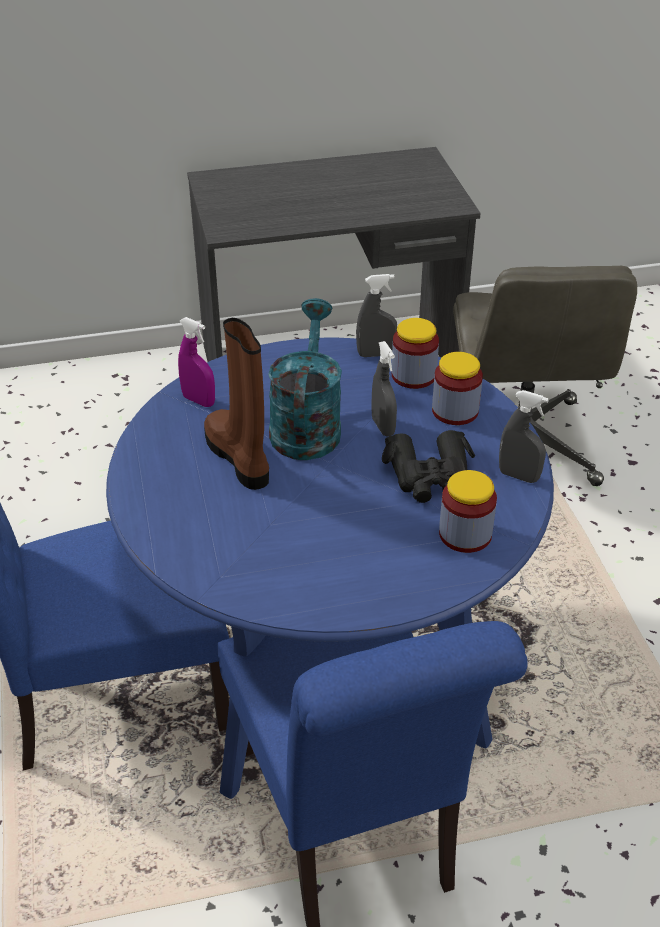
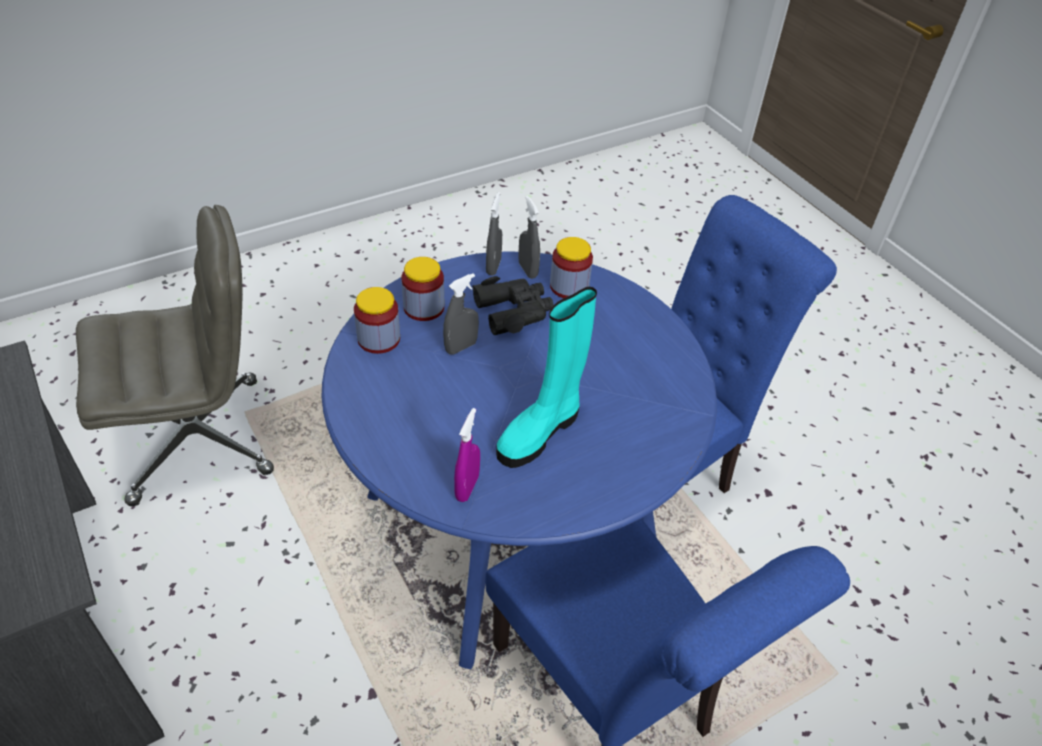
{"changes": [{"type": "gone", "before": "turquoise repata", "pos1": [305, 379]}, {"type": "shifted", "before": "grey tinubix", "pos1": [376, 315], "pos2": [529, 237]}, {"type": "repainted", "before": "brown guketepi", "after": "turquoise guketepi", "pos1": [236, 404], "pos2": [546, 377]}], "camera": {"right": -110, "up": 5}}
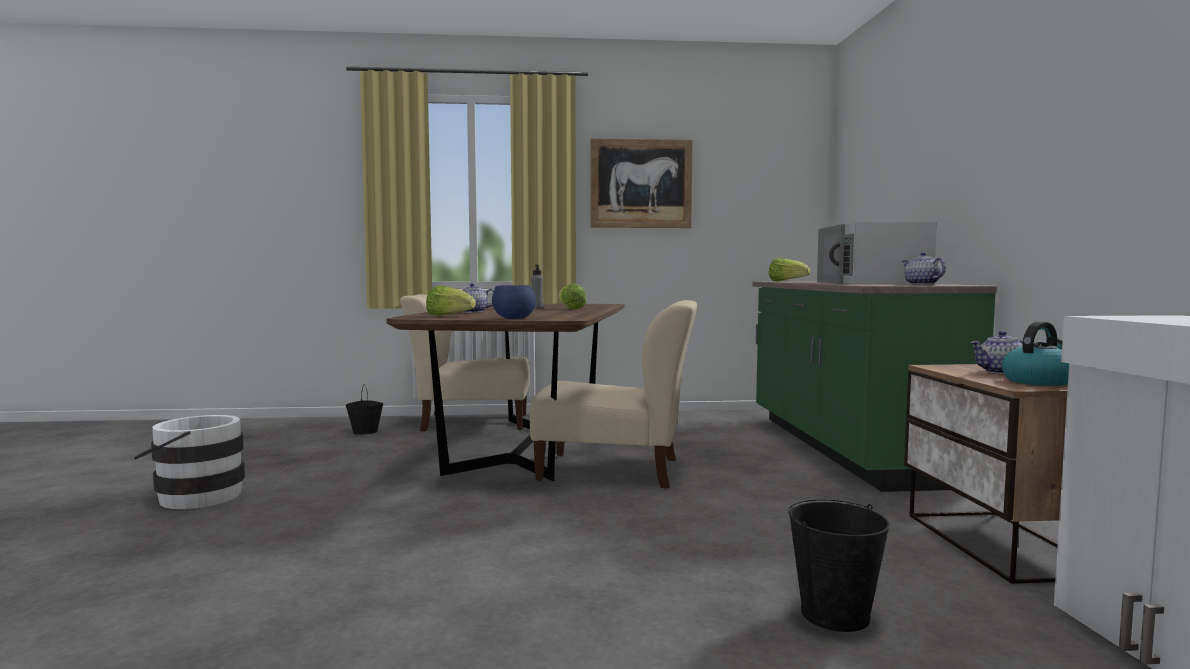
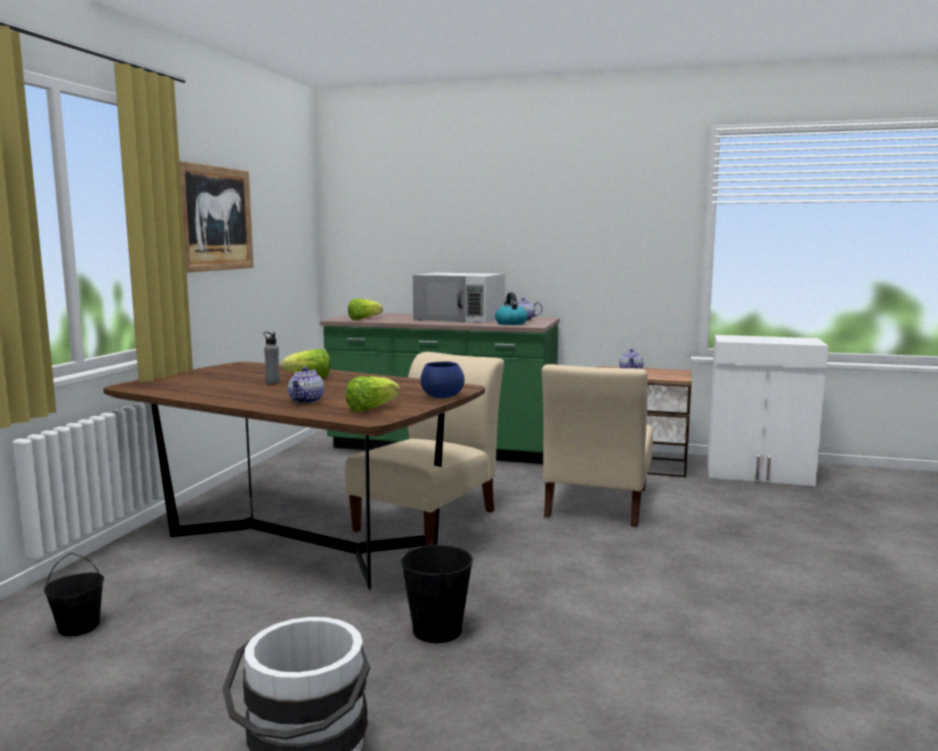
{"changes": [{"type": "shifted", "before": "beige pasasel", "pos1": [465, 362], "pos2": [597, 445]}, {"type": "shifted", "before": "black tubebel", "pos1": [839, 566], "pos2": [436, 592]}, {"type": "shifted", "before": "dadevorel", "pos1": [1035, 353], "pos2": [511, 309]}], "camera": {"right": -70, "up": 5}}
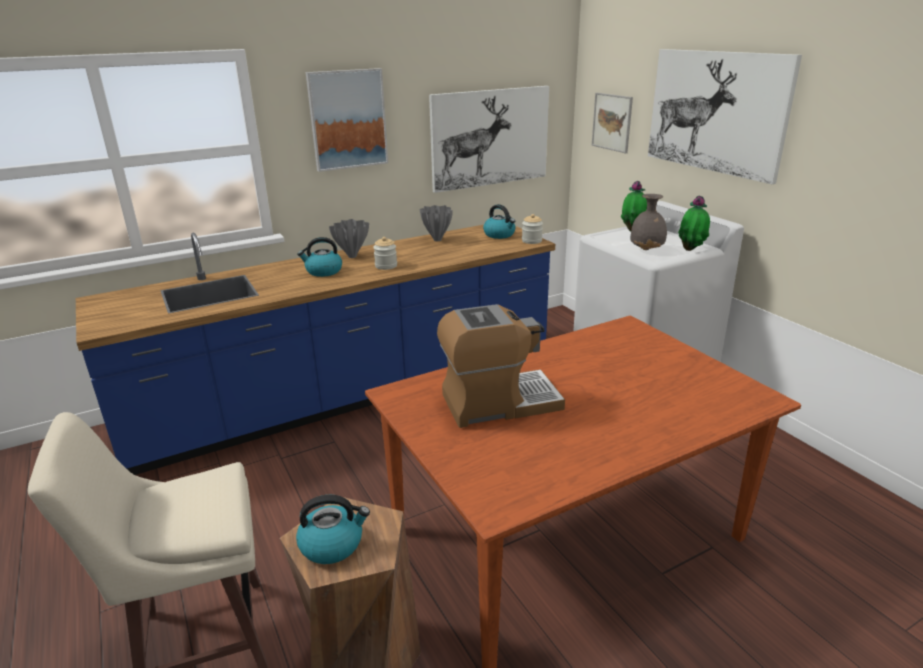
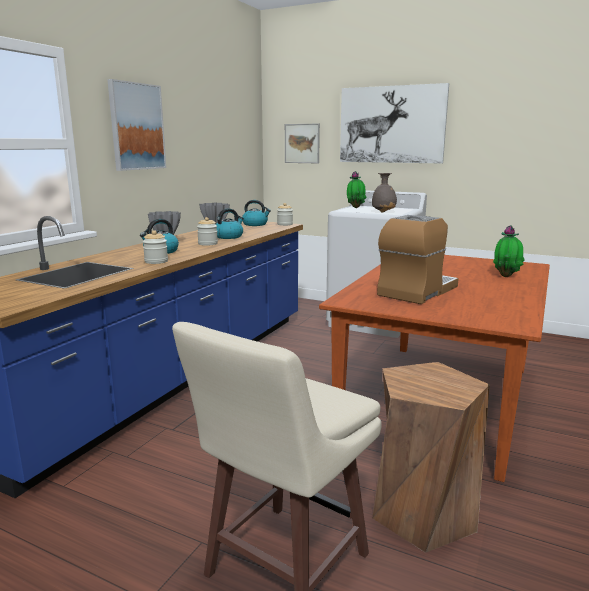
{"changes": [{"type": "gone", "before": "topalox", "pos1": [489, 139]}, {"type": "new", "after": "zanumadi", "pos2": [155, 247]}, {"type": "shifted", "before": "dadevorel", "pos1": [333, 529], "pos2": [230, 223]}, {"type": "shifted", "before": "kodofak", "pos1": [694, 223], "pos2": [509, 251]}], "camera": {"right": -35, "up": -10}}
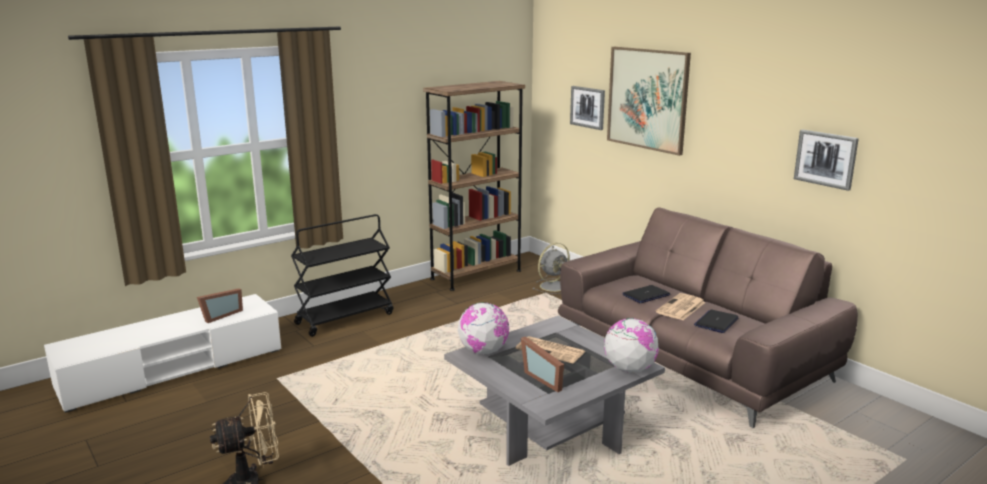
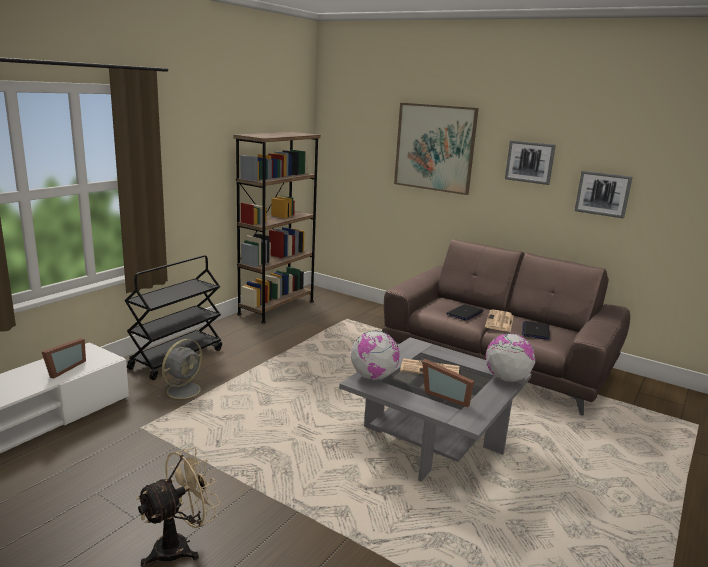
{"changes": [{"type": "shifted", "before": "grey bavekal", "pos1": [551, 268], "pos2": [183, 371]}, {"type": "shifted", "before": "topalox", "pos1": [587, 108], "pos2": [530, 162]}], "camera": {"right": -20, "up": 0}}
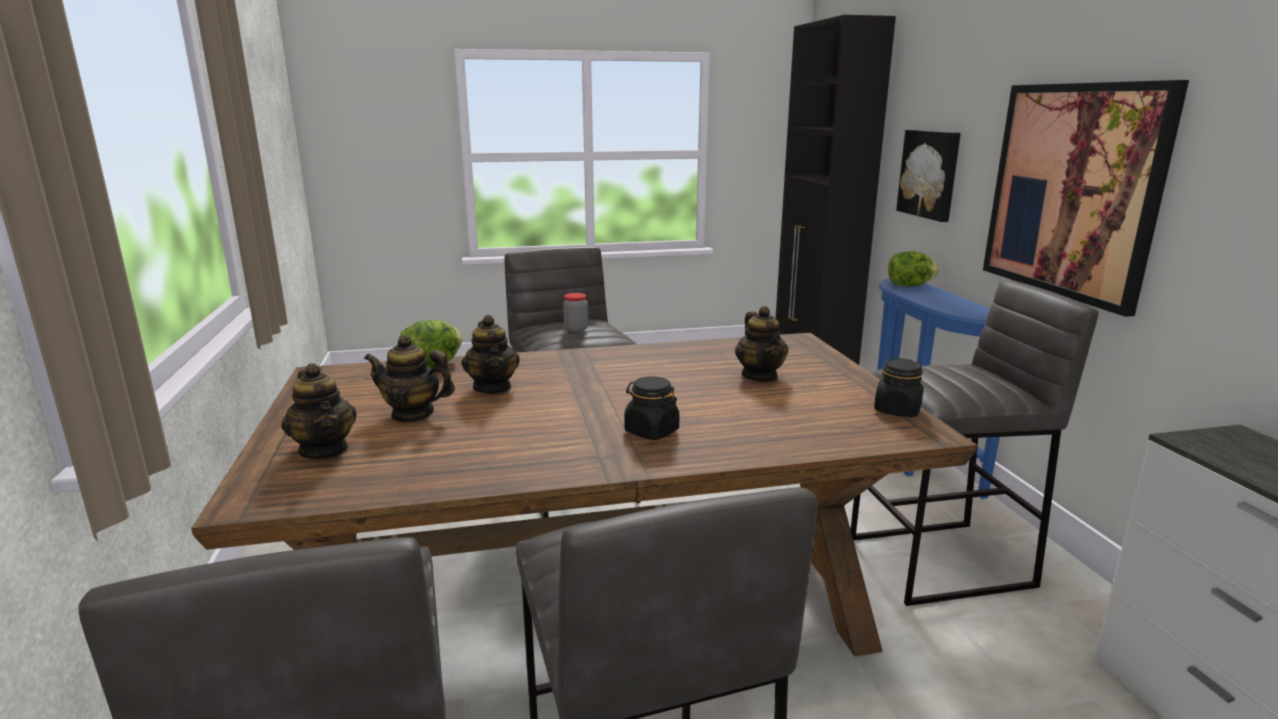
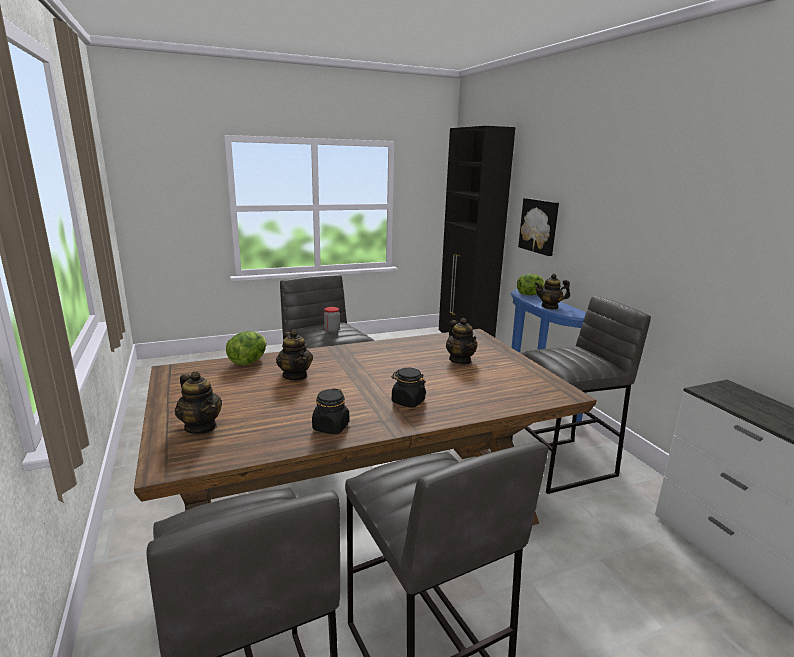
{"changes": [{"type": "gone", "before": "topalox", "pos1": [1086, 198]}, {"type": "shifted", "before": "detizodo", "pos1": [409, 379], "pos2": [552, 291]}, {"type": "shifted", "before": "black zanumadi", "pos1": [899, 387], "pos2": [330, 411]}], "camera": {"right": -10, "up": 0}}
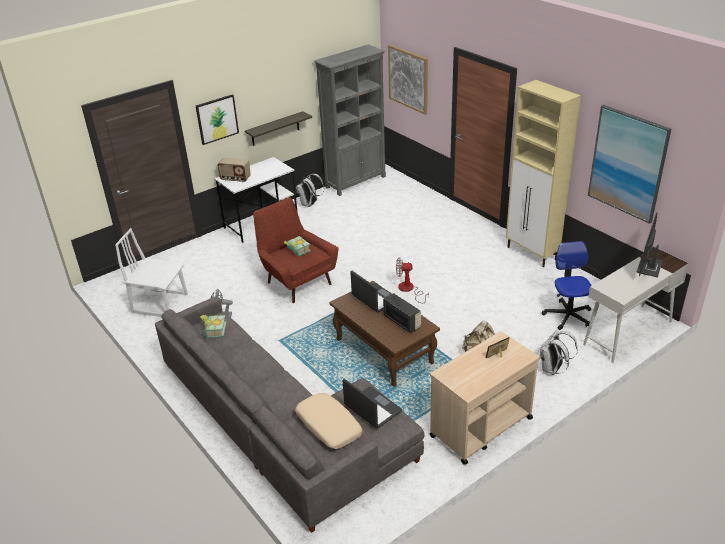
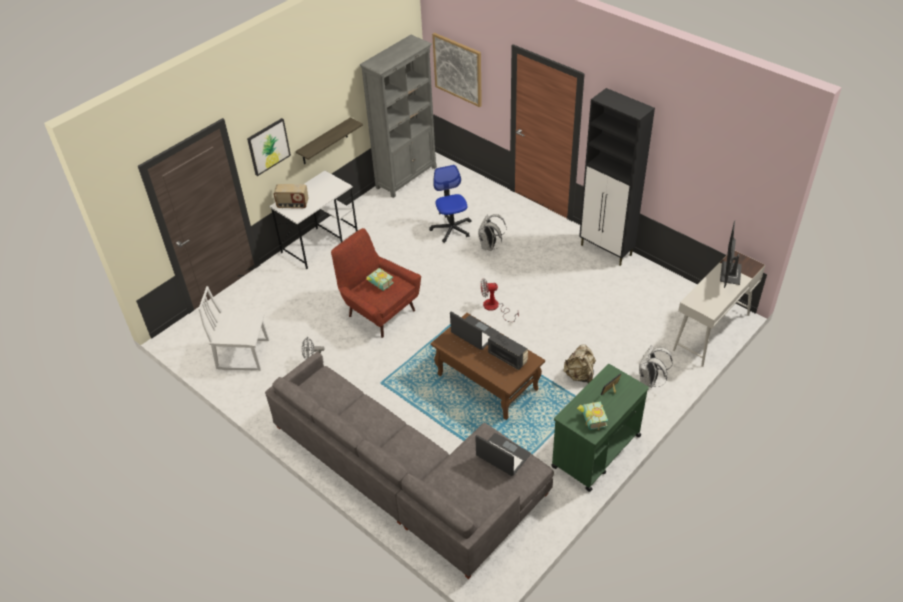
{"changes": [{"type": "gone", "before": "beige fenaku", "pos1": [328, 421]}, {"type": "gone", "before": "topalox", "pos1": [629, 164]}, {"type": "shifted", "before": "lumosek", "pos1": [213, 327], "pos2": [592, 415]}, {"type": "shifted", "before": "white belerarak", "pos1": [310, 190], "pos2": [492, 232]}, {"type": "shifted", "before": "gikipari", "pos1": [567, 285], "pos2": [450, 204]}, {"type": "repainted", "before": "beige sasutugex", "after": "green sasutugex", "pos1": [485, 398], "pos2": [600, 428]}, {"type": "repainted", "before": "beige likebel", "after": "black likebel", "pos1": [543, 173], "pos2": [617, 177]}], "camera": {"right": -10, "up": 10}}
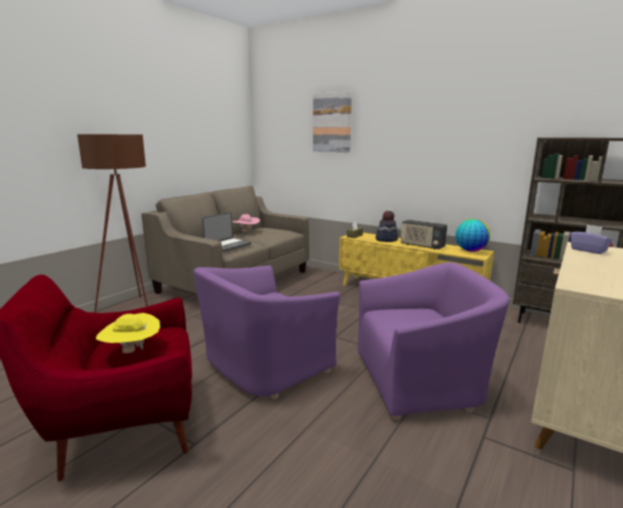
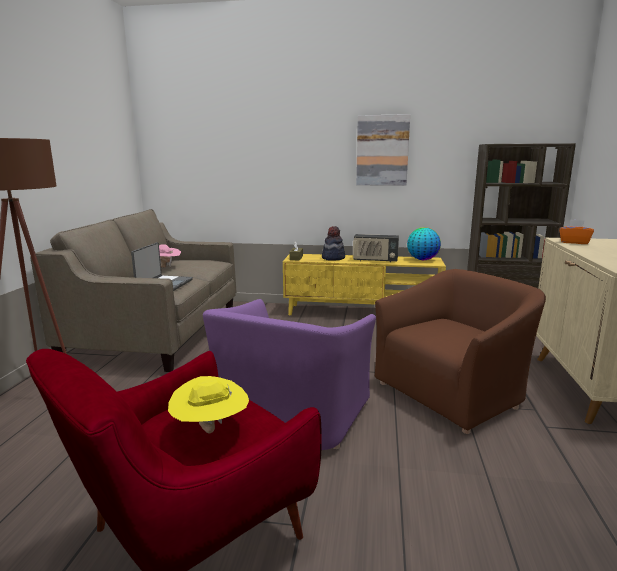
{"changes": [{"type": "shifted", "before": "topalox", "pos1": [332, 122], "pos2": [383, 150]}, {"type": "repainted", "before": "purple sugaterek", "after": "brown sugaterek", "pos1": [433, 341], "pos2": [460, 351]}, {"type": "repainted", "before": "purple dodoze", "after": "orange dodoze", "pos1": [591, 239], "pos2": [576, 231]}], "camera": {"right": -25, "up": 0}}
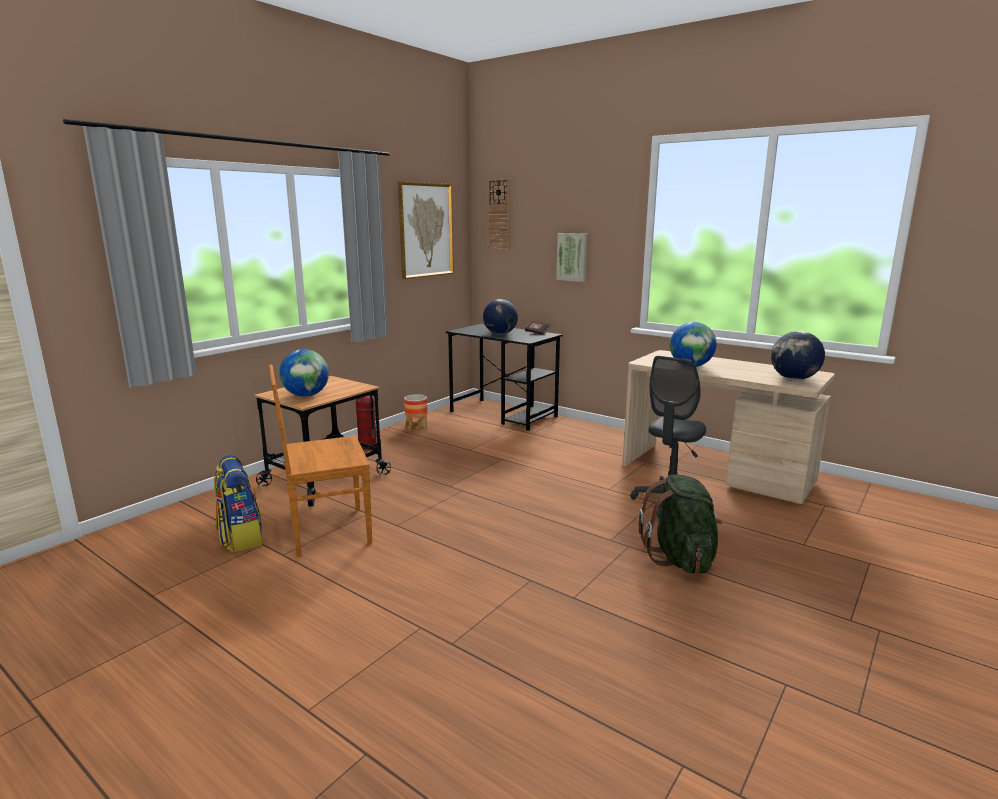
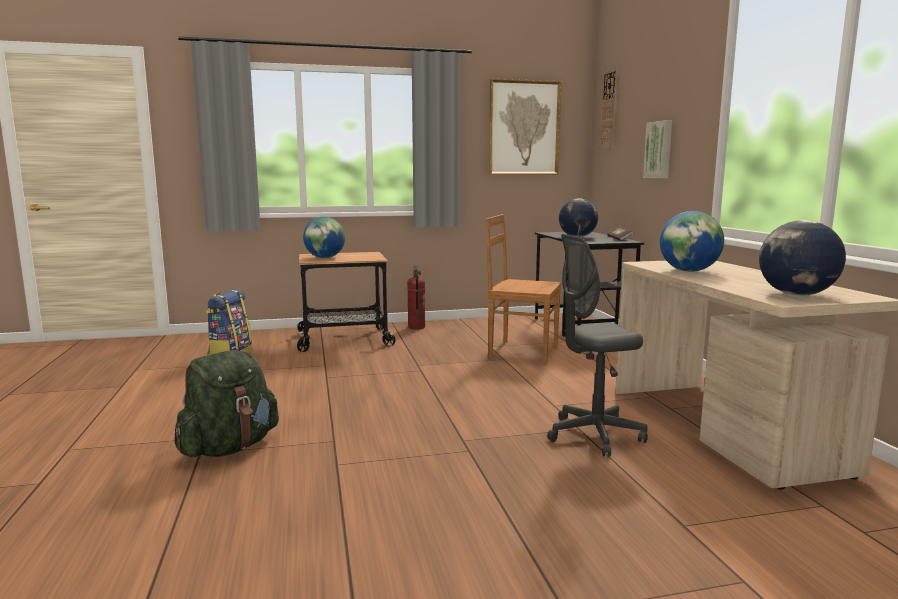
{"changes": [{"type": "gone", "before": "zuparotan", "pos1": [416, 412]}, {"type": "shifted", "before": "brown pasasel", "pos1": [320, 460], "pos2": [524, 289]}, {"type": "shifted", "before": "green belerarak", "pos1": [680, 524], "pos2": [226, 403]}], "camera": {"right": 40, "up": -5}}
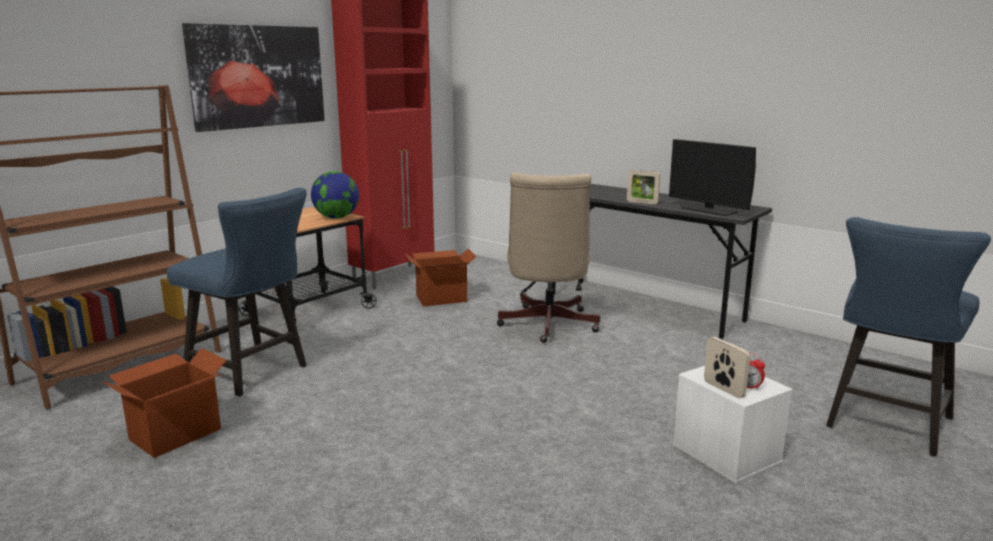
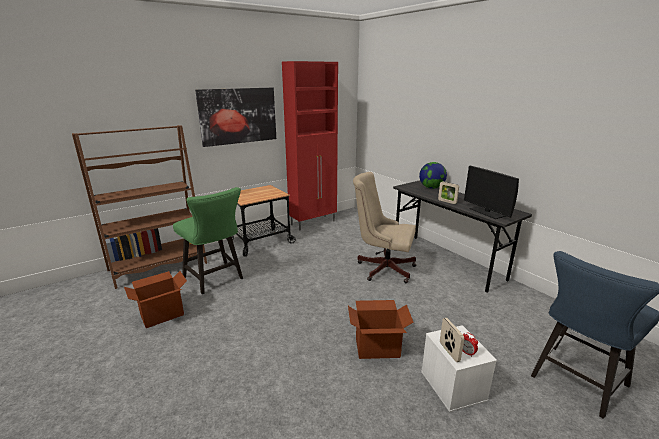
{"changes": [{"type": "shifted", "before": "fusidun", "pos1": [335, 195], "pos2": [433, 175]}, {"type": "shifted", "before": "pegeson", "pos1": [441, 277], "pos2": [380, 329]}, {"type": "repainted", "before": "blue pasasel", "after": "green pasasel", "pos1": [237, 292], "pos2": [208, 240]}, {"type": "rotated", "before": "beige gikipari", "pos1": [548, 258], "pos2": [384, 227], "turn": 90}], "camera": {"right": 15, "up": 5}}
